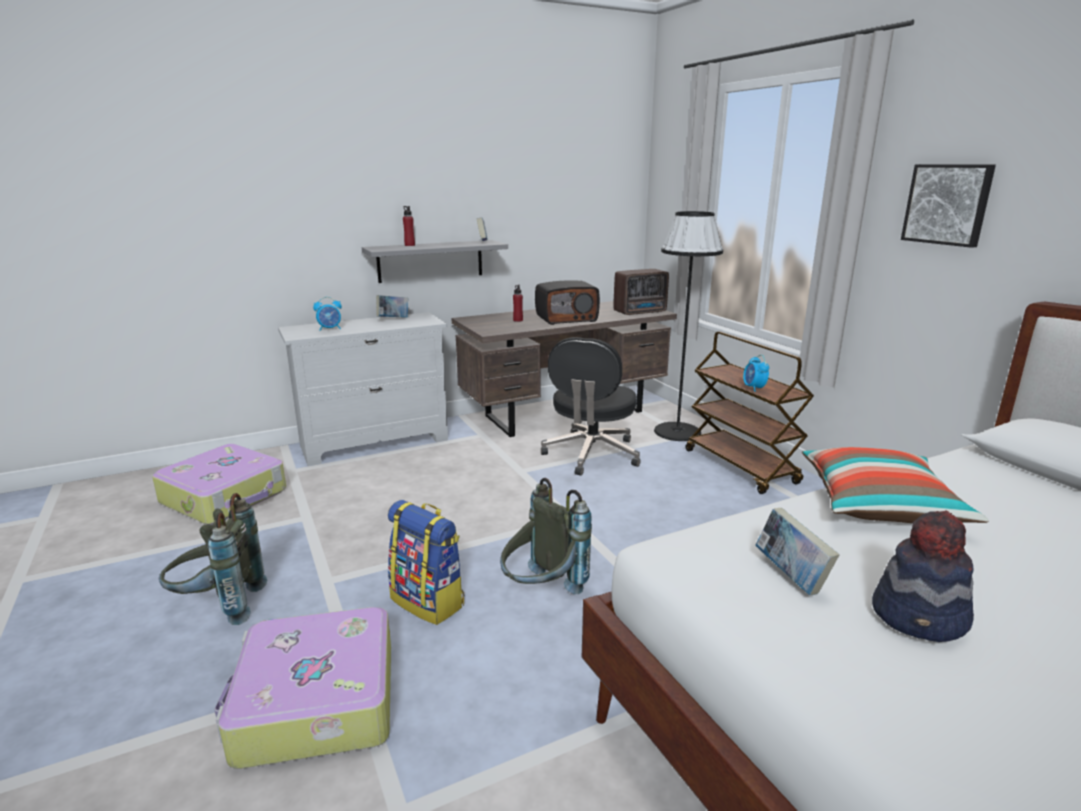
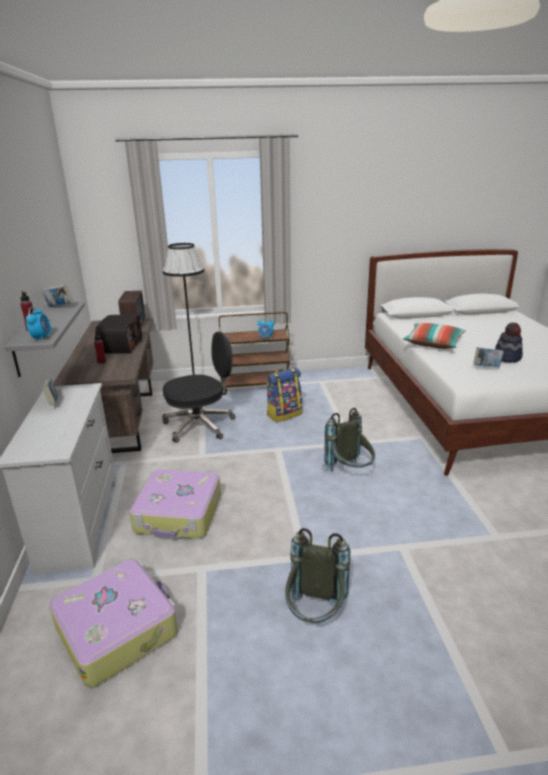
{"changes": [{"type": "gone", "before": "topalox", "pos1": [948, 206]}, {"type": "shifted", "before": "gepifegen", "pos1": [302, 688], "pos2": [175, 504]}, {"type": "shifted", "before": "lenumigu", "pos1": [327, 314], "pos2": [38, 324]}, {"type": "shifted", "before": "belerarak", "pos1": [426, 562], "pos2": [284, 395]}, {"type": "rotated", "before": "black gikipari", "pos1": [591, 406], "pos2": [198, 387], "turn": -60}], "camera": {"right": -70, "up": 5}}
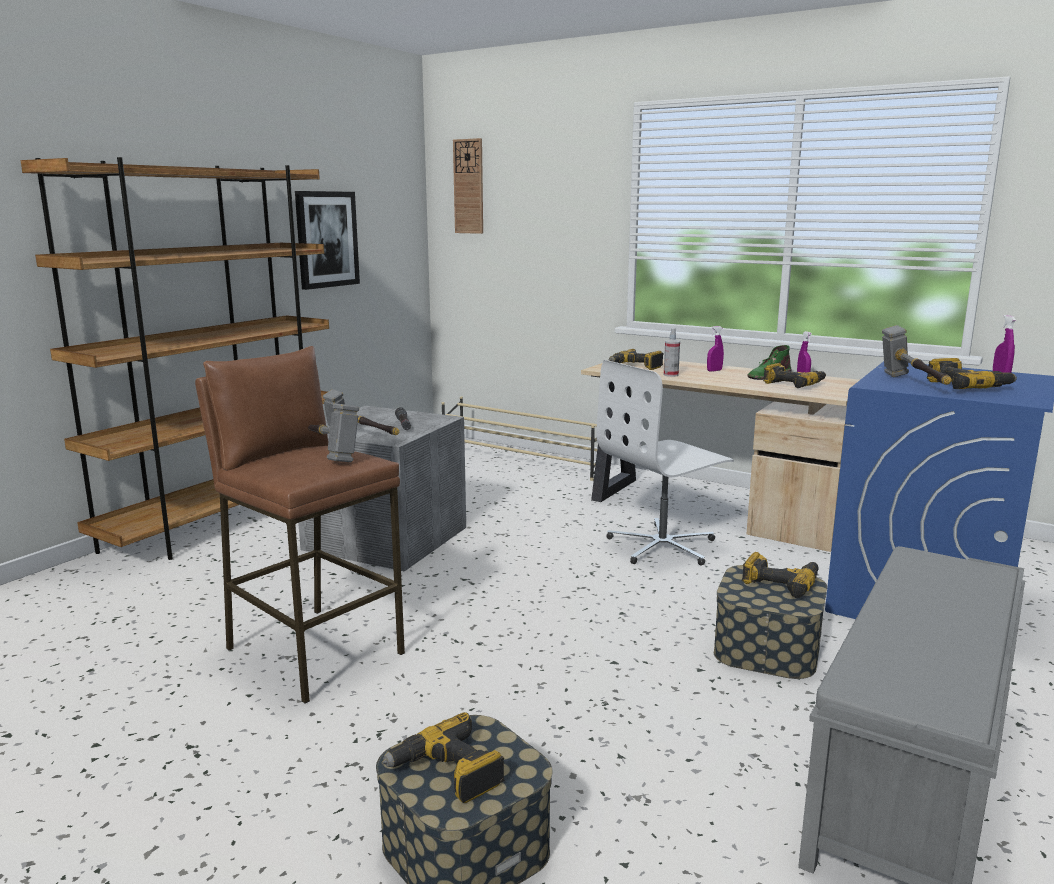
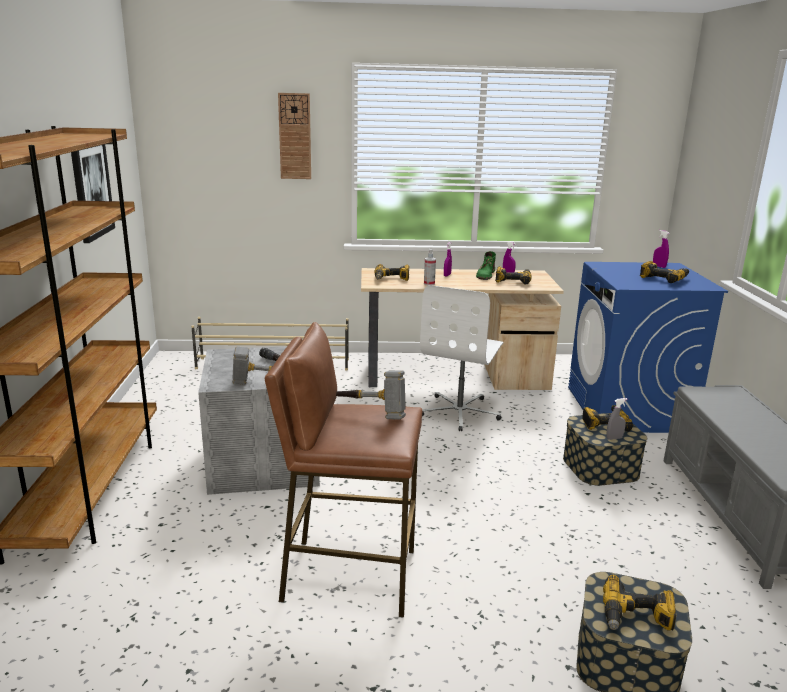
{"changes": [{"type": "gone", "before": "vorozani", "pos1": [917, 355]}, {"type": "new", "after": "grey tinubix", "pos2": [617, 419]}, {"type": "shifted", "before": "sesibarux", "pos1": [468, 186], "pos2": [294, 136]}], "camera": {"right": -35, "up": 5}}
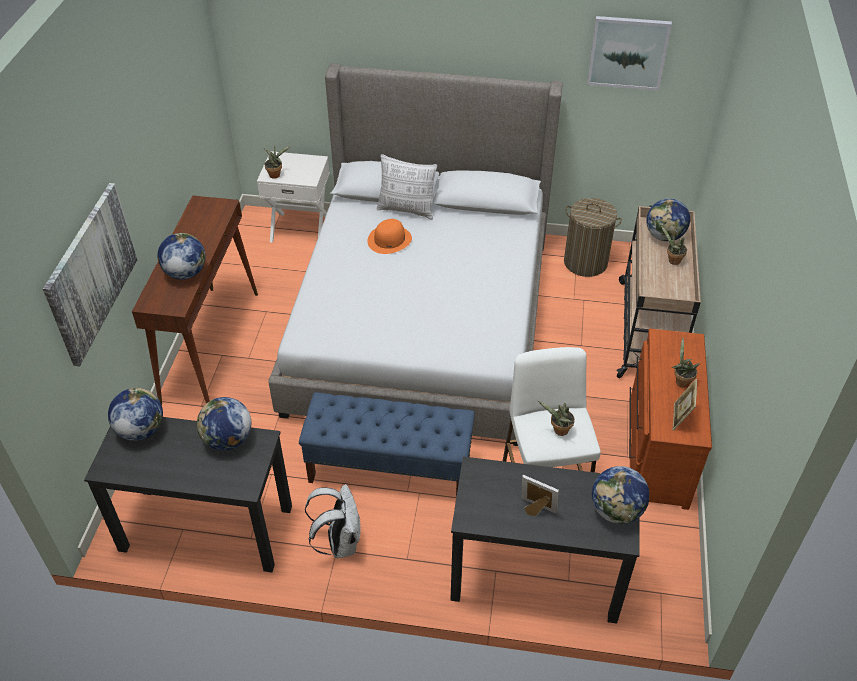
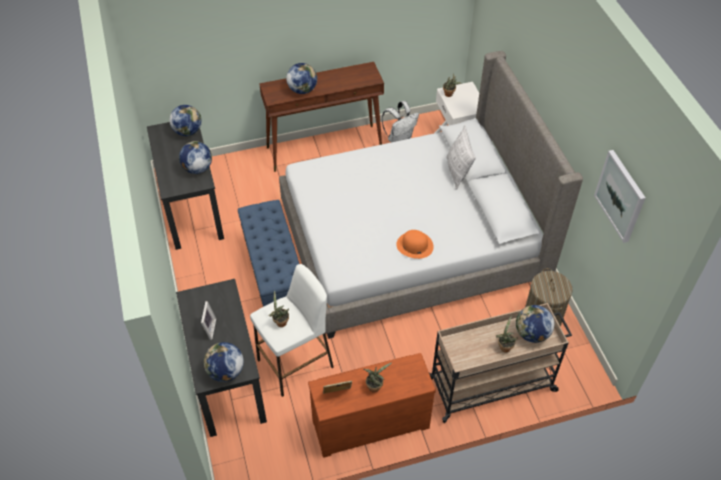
{"changes": [{"type": "gone", "before": "topalox", "pos1": [90, 274]}, {"type": "shifted", "before": "white belerarak", "pos1": [333, 521], "pos2": [400, 121]}, {"type": "shifted", "before": "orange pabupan", "pos1": [389, 236], "pos2": [415, 244]}], "camera": {"right": 65, "up": 5}}
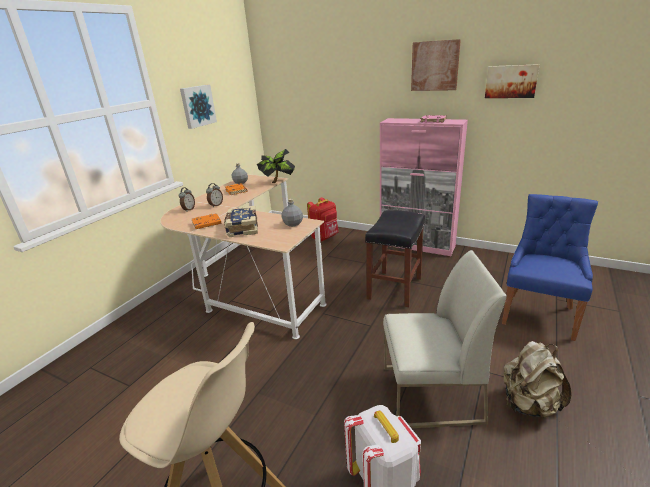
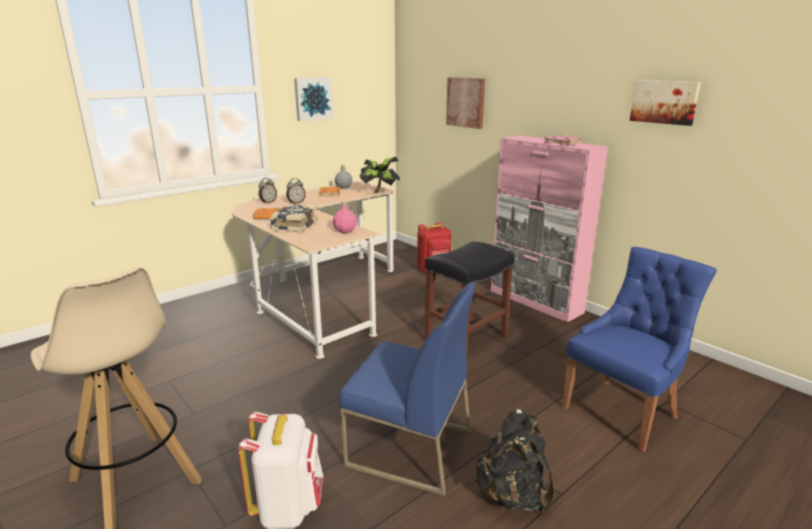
{"changes": [{"type": "shifted", "before": "topalox", "pos1": [436, 65], "pos2": [465, 103]}, {"type": "repainted", "before": "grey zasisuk", "after": "pink zasisuk", "pos1": [292, 213], "pos2": [345, 217]}, {"type": "repainted", "before": "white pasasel", "after": "blue pasasel", "pos1": [445, 339], "pos2": [407, 389]}, {"type": "repainted", "before": "beige belerarak", "after": "black belerarak", "pos1": [537, 379], "pos2": [514, 461]}], "camera": {"right": 20, "up": -5}}
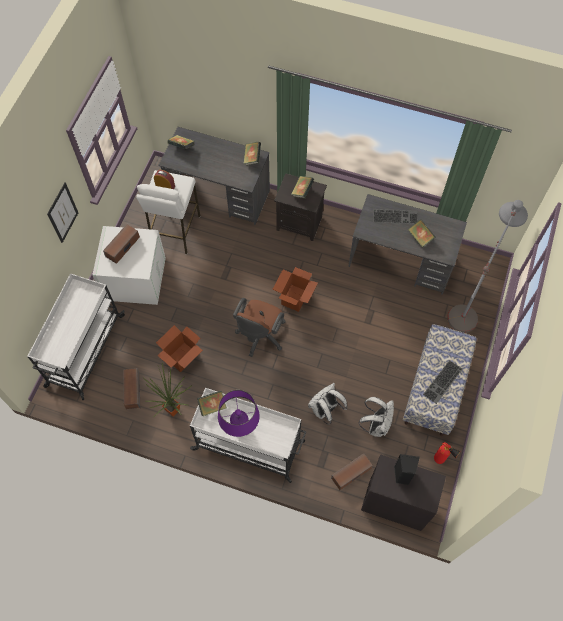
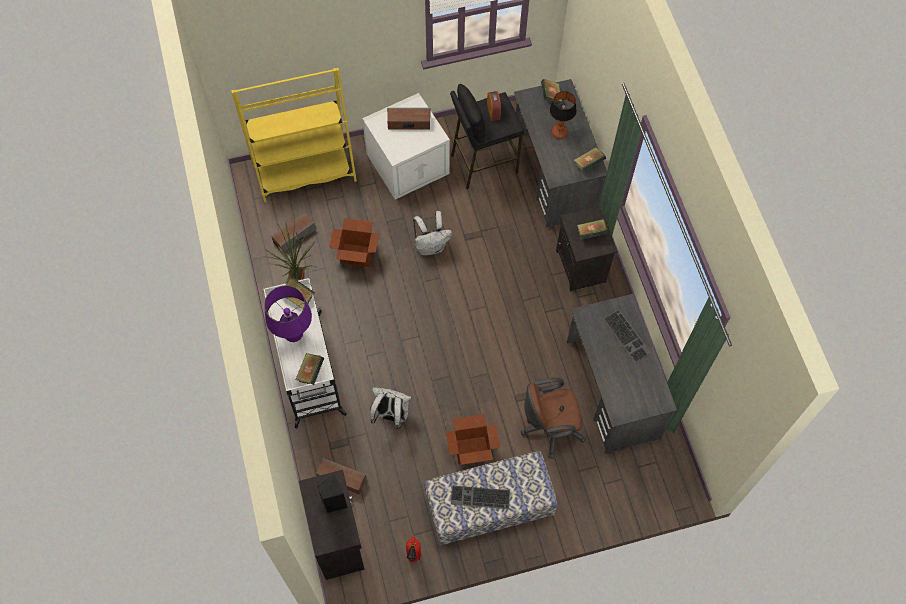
{"changes": [{"type": "gone", "before": "topalox", "pos1": [62, 213]}, {"type": "gone", "before": "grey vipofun", "pos1": [487, 266]}, {"type": "new", "after": "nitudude", "pos2": [563, 115]}, {"type": "shifted", "before": "brown gikipari", "pos1": [259, 327], "pos2": [553, 418]}, {"type": "shifted", "before": "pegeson", "pos1": [295, 289], "pos2": [473, 439]}, {"type": "shifted", "before": "white belerarak", "pos1": [376, 417], "pos2": [432, 233]}, {"type": "shifted", "before": "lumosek", "pos1": [422, 233], "pos2": [310, 369]}, {"type": "swapped", "before": "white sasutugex", "after": "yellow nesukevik", "pos1": [76, 336], "pos2": [294, 135]}, {"type": "repainted", "before": "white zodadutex", "after": "black zodadutex", "pos1": [168, 212], "pos2": [487, 136]}], "camera": {"right": 55, "up": 0}}
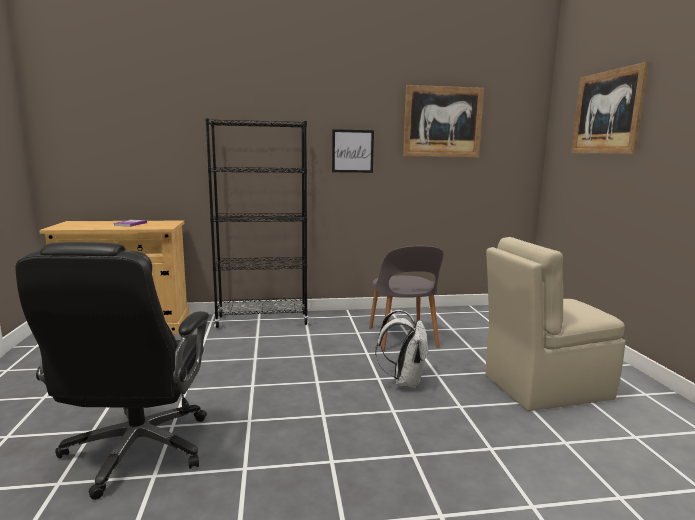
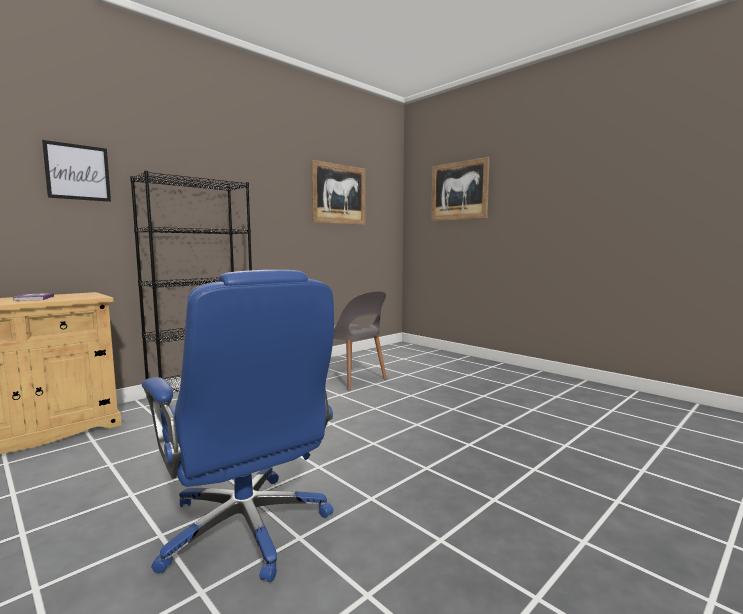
{"changes": [{"type": "gone", "before": "white belerarak", "pos1": [402, 349]}, {"type": "gone", "before": "beige pasasel", "pos1": [555, 324]}, {"type": "shifted", "before": "topalox", "pos1": [353, 151], "pos2": [76, 171]}, {"type": "repainted", "before": "black gikipari", "after": "blue gikipari", "pos1": [112, 371], "pos2": [238, 426]}], "camera": {"right": -35, "up": -5}}
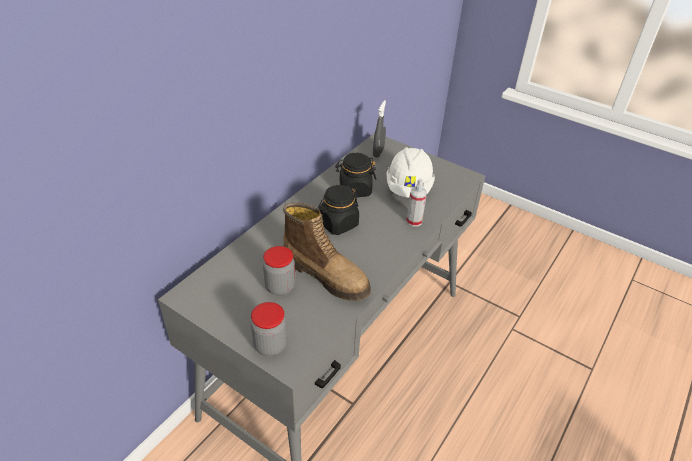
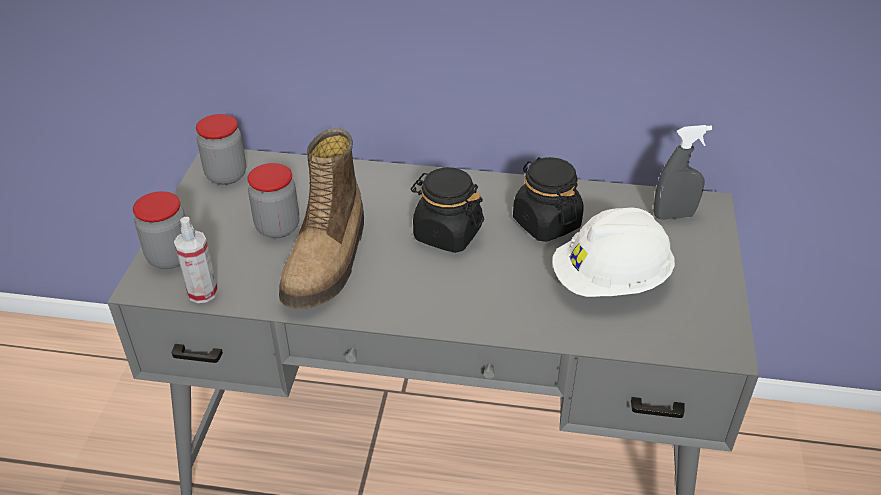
{"changes": [{"type": "new", "after": "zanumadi", "pos2": [221, 149]}, {"type": "shifted", "before": "tinubix", "pos1": [416, 203], "pos2": [196, 259]}], "camera": {"right": 65, "up": 0}}
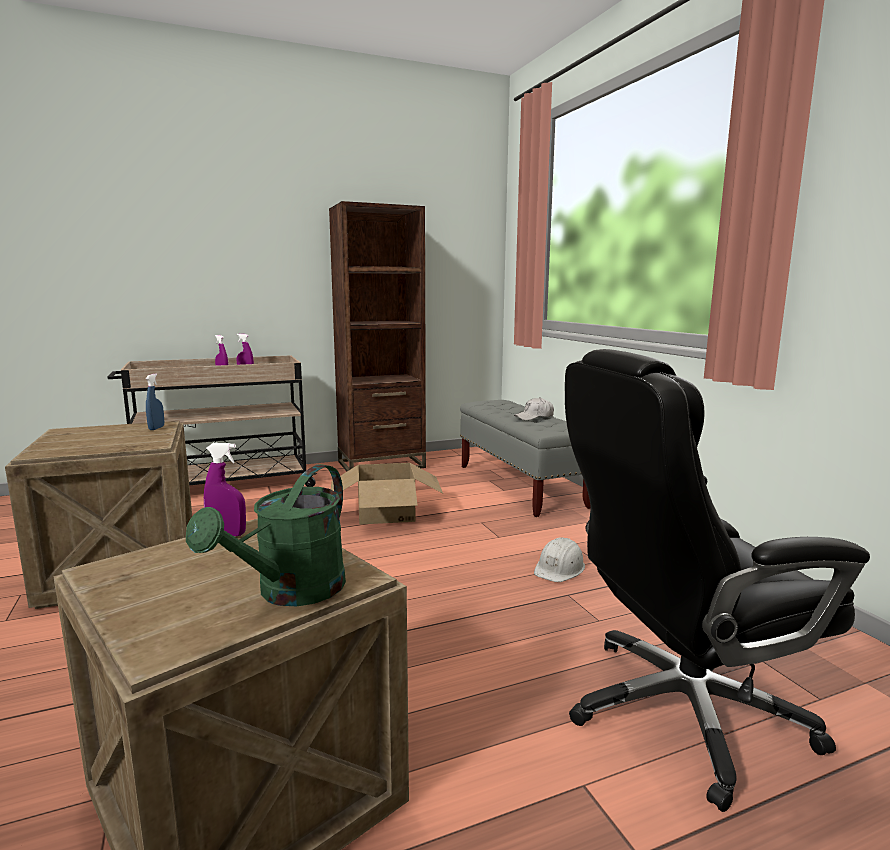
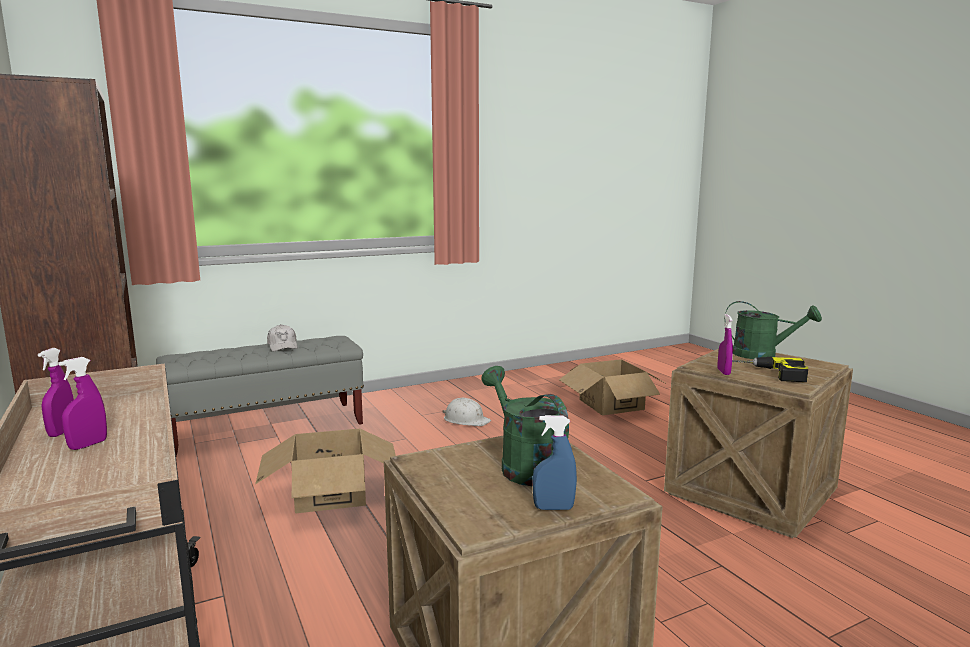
{"changes": [{"type": "new", "after": "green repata", "pos2": [525, 426]}, {"type": "new", "after": "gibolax", "pos2": [770, 369]}, {"type": "shifted", "before": "blue tinubix", "pos1": [155, 402], "pos2": [554, 462]}, {"type": "swapped", "before": "black gikipari", "after": "pegeson", "pos1": [717, 580], "pos2": [613, 387]}], "camera": {"right": -95, "up": 0}}
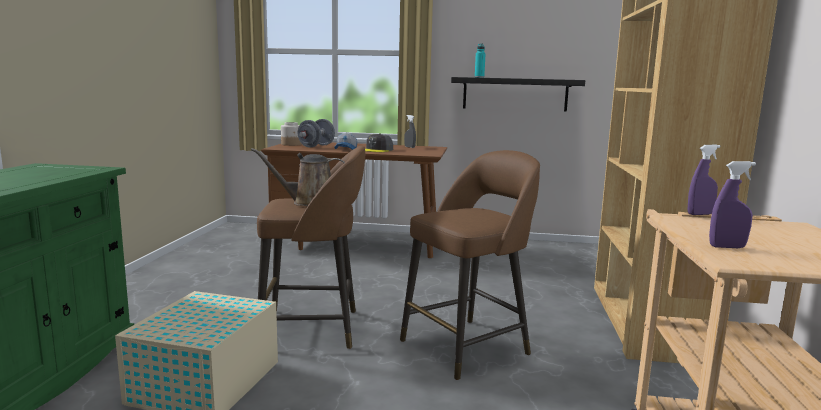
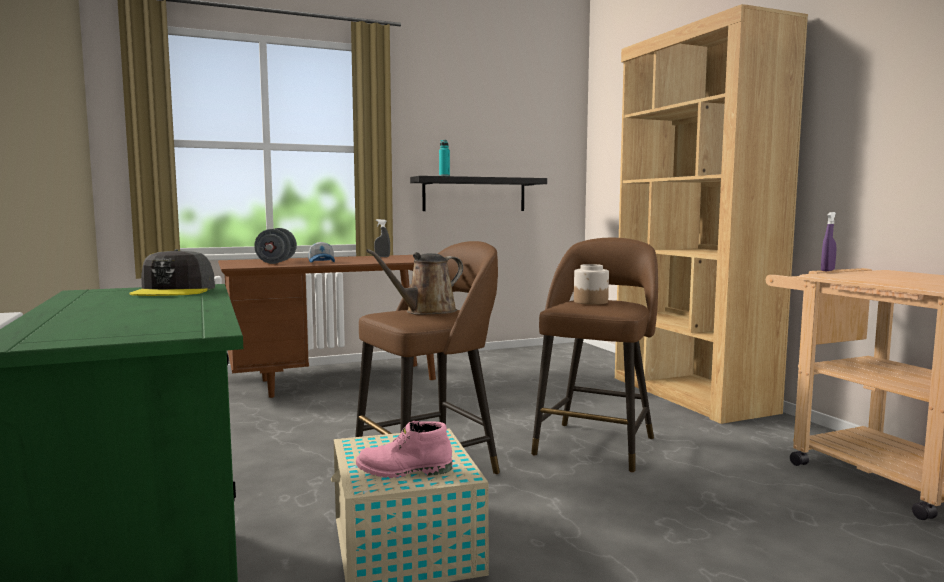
{"changes": [{"type": "gone", "before": "purple tinubix", "pos1": [732, 204]}, {"type": "new", "after": "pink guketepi", "pos2": [404, 449]}, {"type": "shifted", "before": "zanumadi", "pos1": [291, 134], "pos2": [591, 284]}, {"type": "shifted", "before": "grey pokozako", "pos1": [379, 143], "pos2": [172, 272]}], "camera": {"right": -30, "up": -5}}
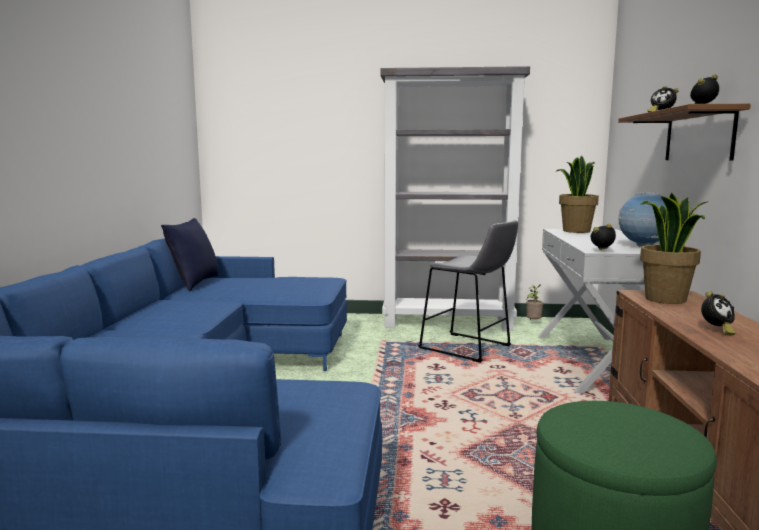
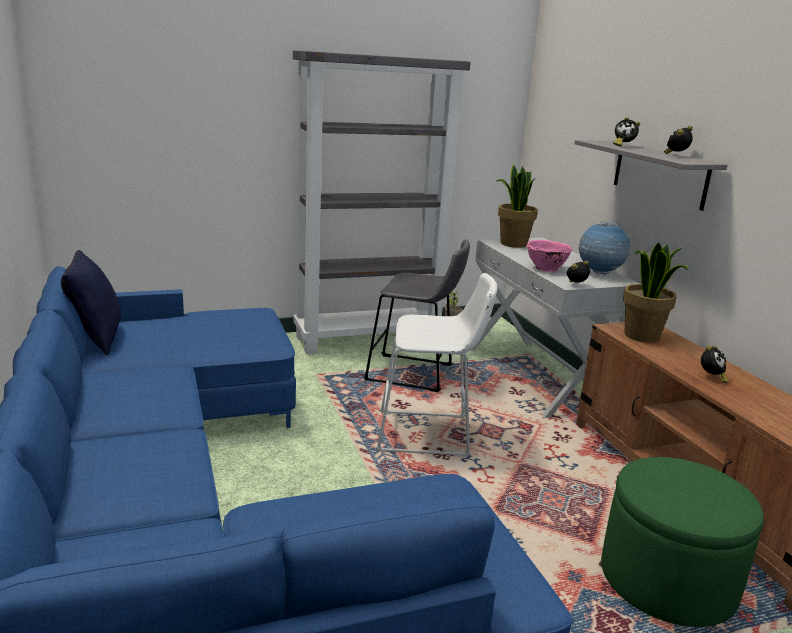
{"changes": [{"type": "new", "after": "white zodadutex", "pos2": [437, 365]}, {"type": "new", "after": "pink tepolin", "pos2": [549, 256]}, {"type": "repainted", "before": "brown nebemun", "after": "grey nebemun", "pos1": [684, 132], "pos2": [651, 175]}], "camera": {"right": -25, "up": 10}}
